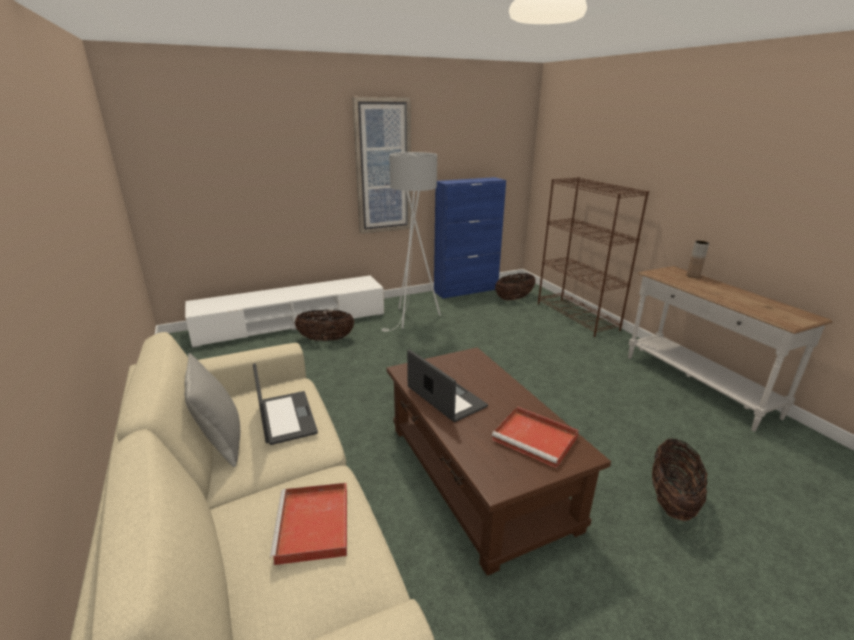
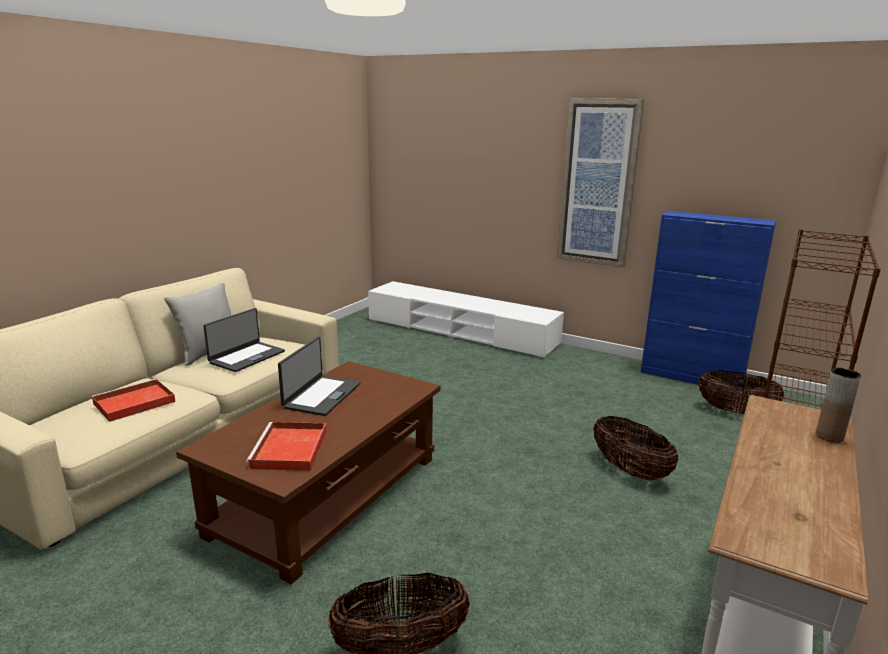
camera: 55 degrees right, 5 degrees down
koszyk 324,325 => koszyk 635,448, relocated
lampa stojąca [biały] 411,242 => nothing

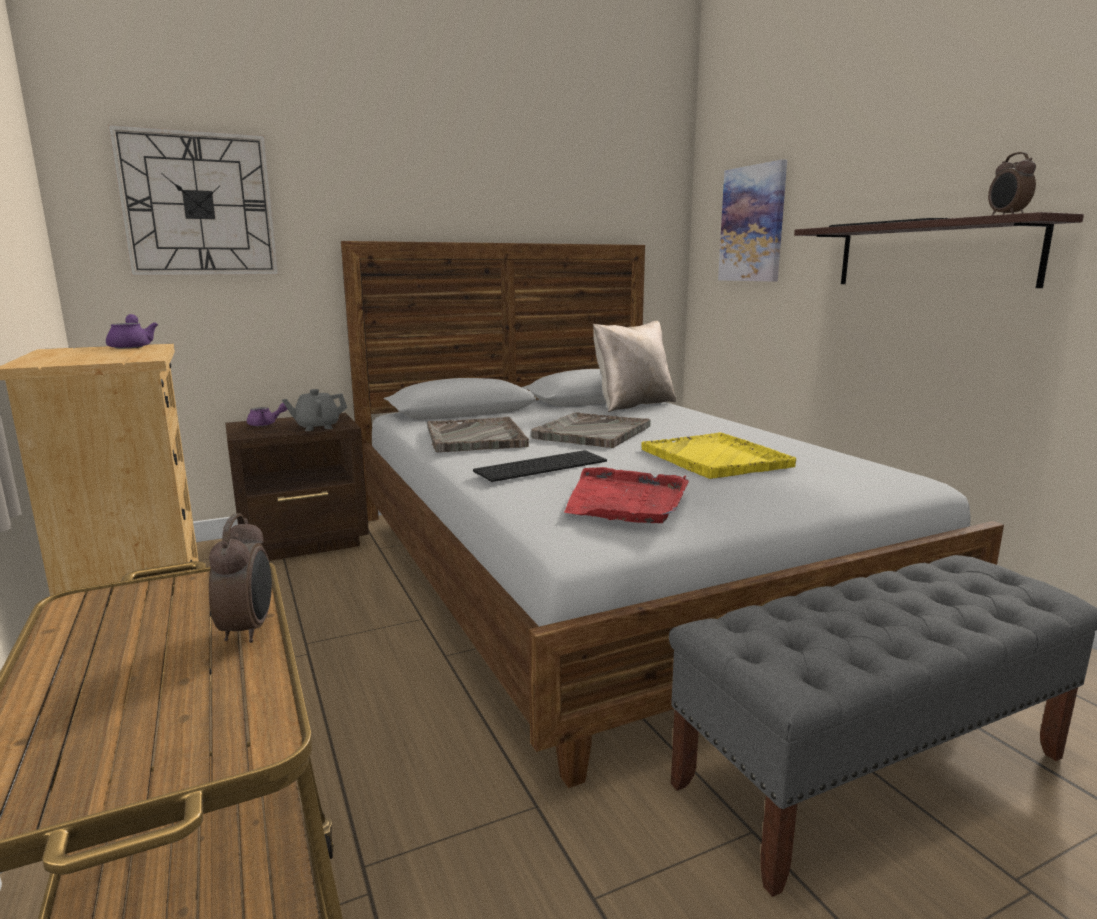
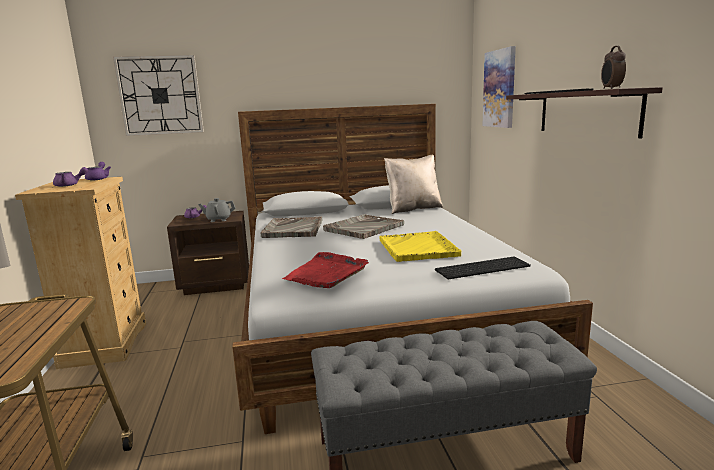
camera: 15 degrees right, 0 degrees up
budzik 240,578 => nothing
klawiatura 540,466 => klawiatura 483,268, relocated
nothing => imbryk [fioletowy] 70,177

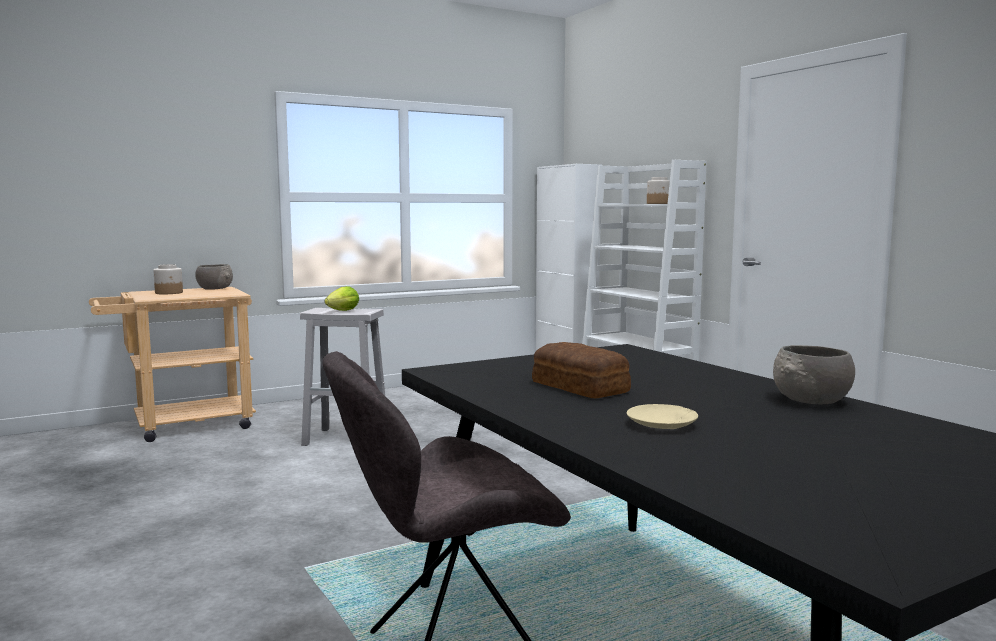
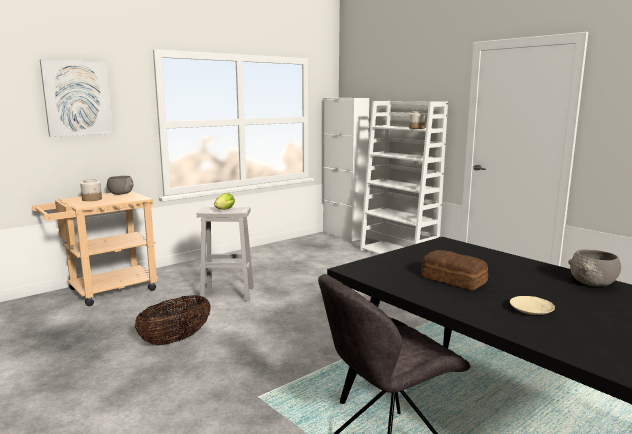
camera: 10 degrees left, 5 degrees up
nothing => obraz 76,98
nothing => koszyk 172,320

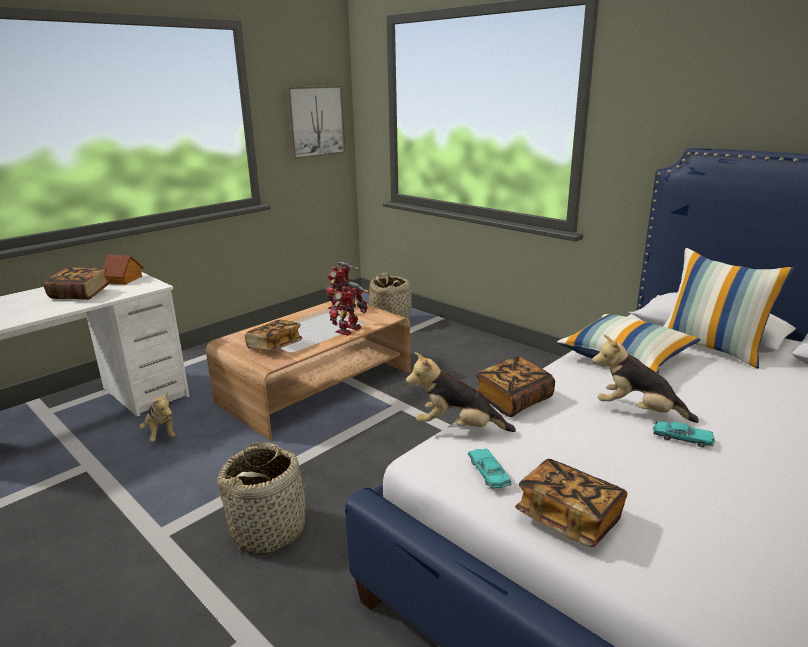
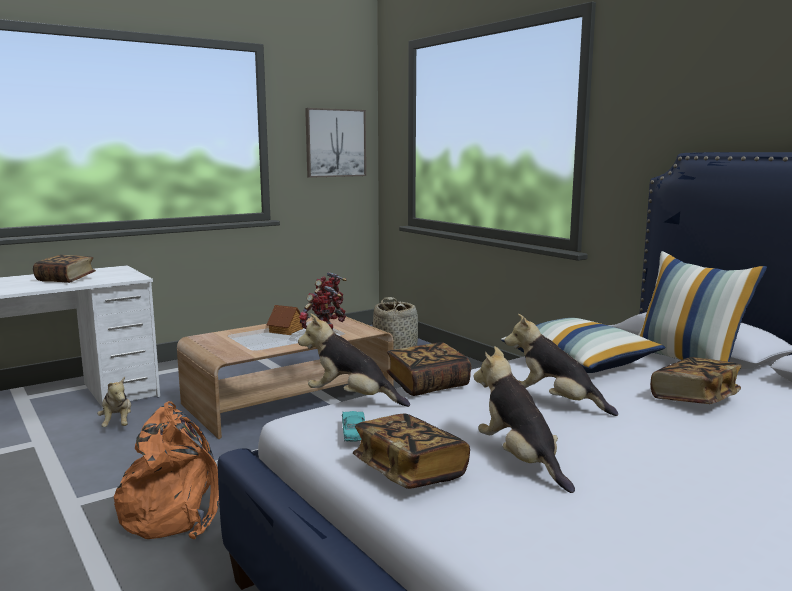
camera: 10 degrees right, 10 degrees down
domek 123,269 => domek 284,320, relocated
koszyk 263,498 => plecak [pomarańczowy] 166,470
książka 273,336 => książka 696,380, relocated
samochodzik [turkusowy] 684,434 => nothing
nothing => pluszak 524,419

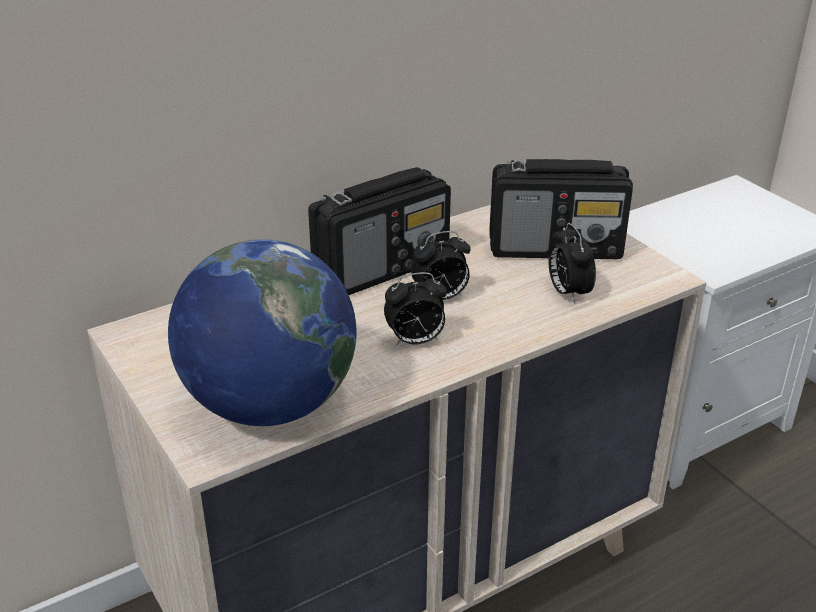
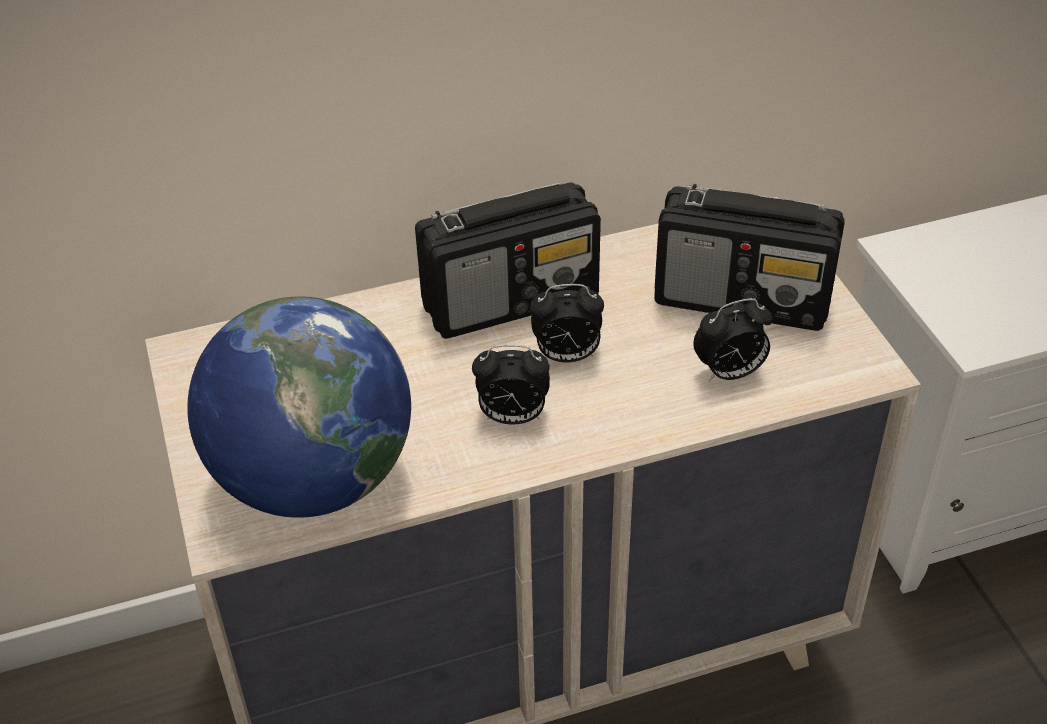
camera: 15 degrees right, 10 degrees up
budzik 572,263 => budzik 732,339, 105 degrees counterclockwise

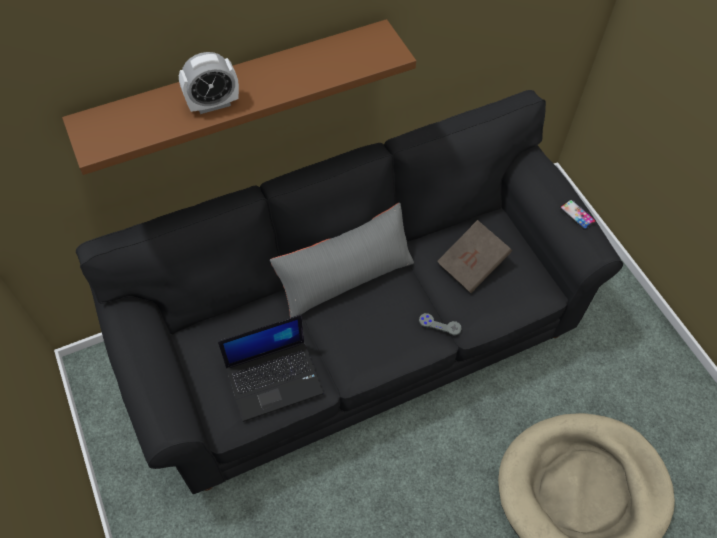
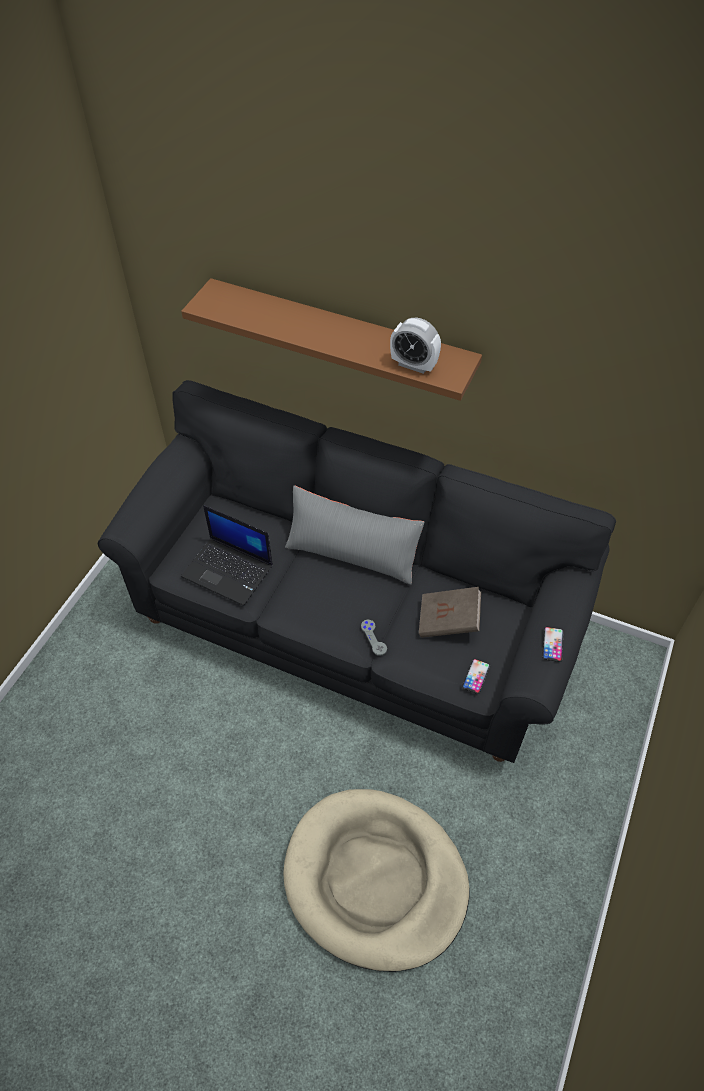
camera: 50 degrees right, 5 degrees down
budzik 209,83 => budzik 415,345, relocated
nothing => telefon 476,676

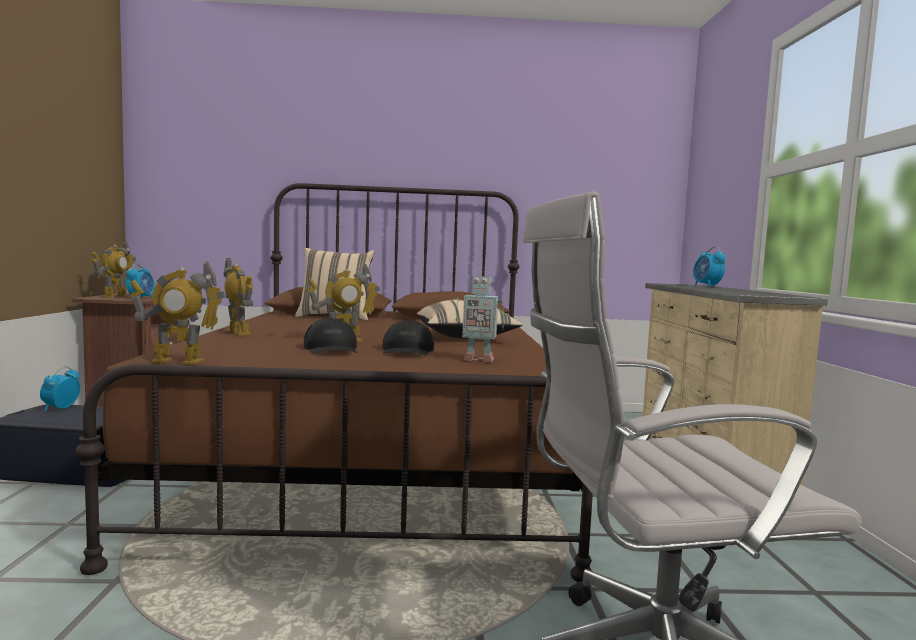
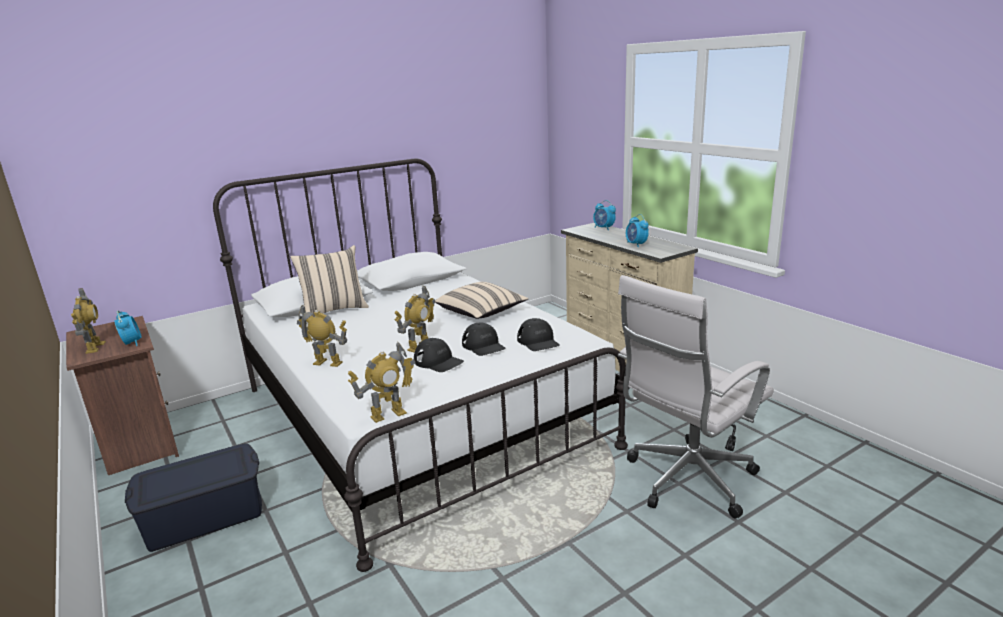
camera: 30 degrees left, 15 degrees up
budzik 60,388 => budzik 637,230, relocated
łóżko [brązowy] 334,382 => łóżko [biały] 421,365
robot zabawkowy 480,319 => czapka z daszkiem [czarny] 538,334

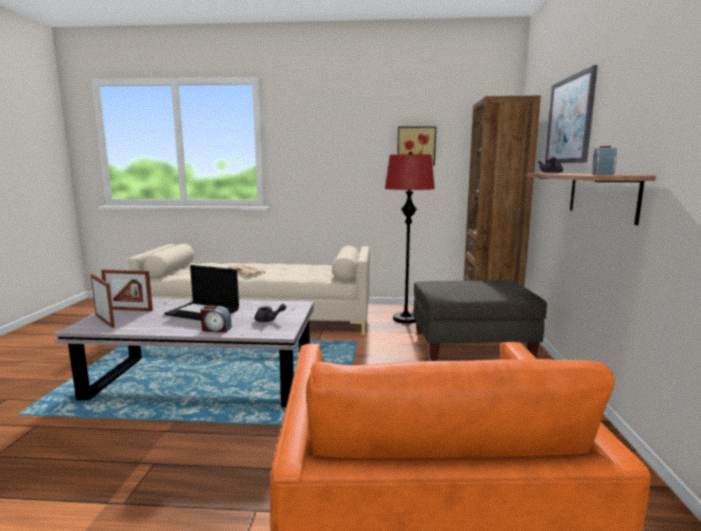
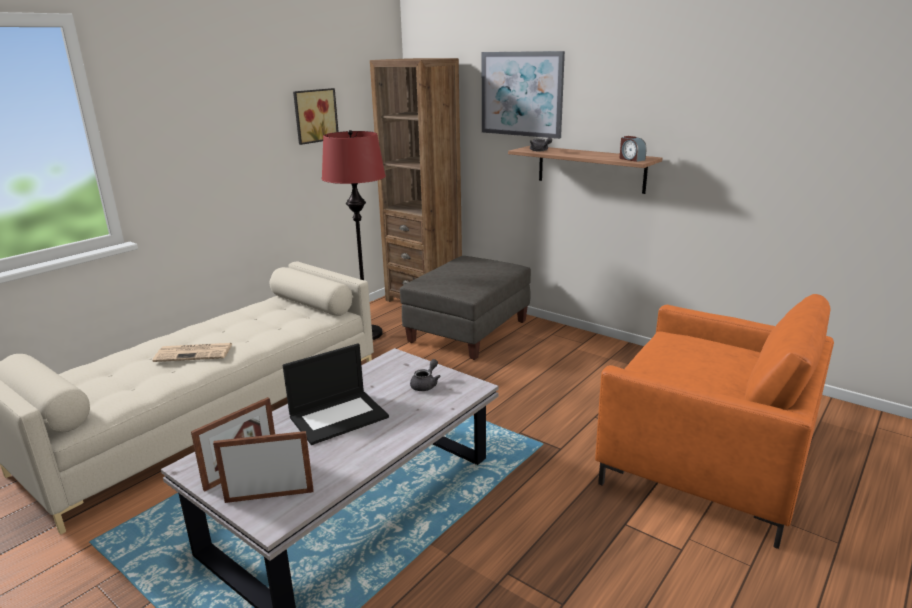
camera: 55 degrees left, 10 degrees up
budzik 216,319 => nothing

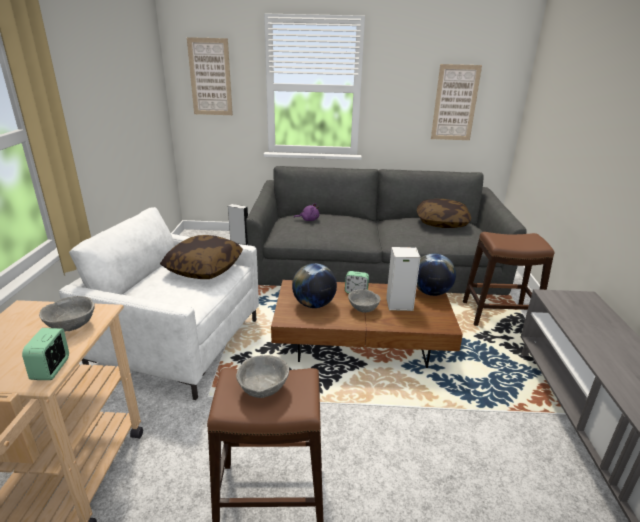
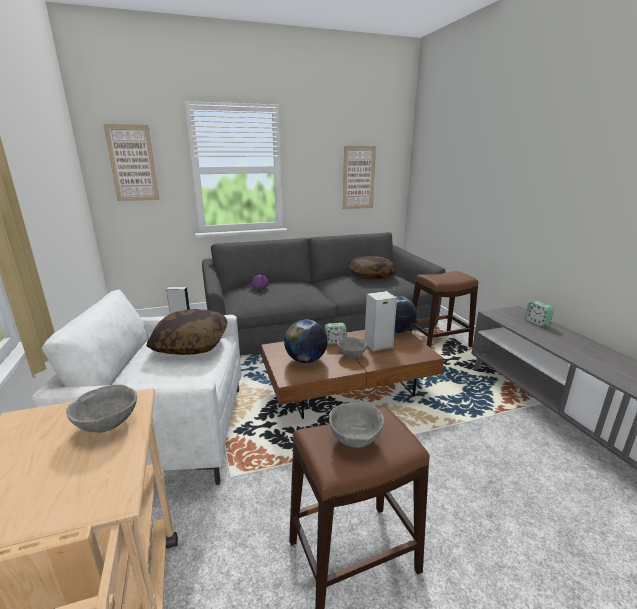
camera: 20 degrees left, 5 degrees down
budzik 45,354 => budzik 539,313, relocated

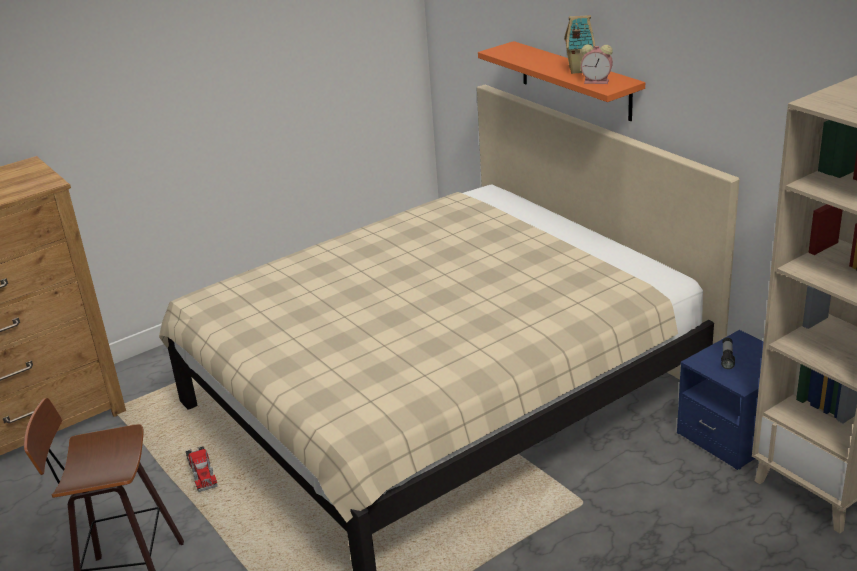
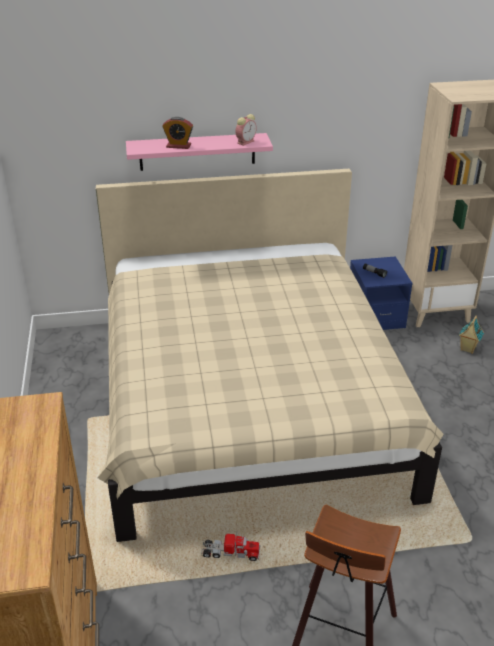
camera: 65 degrees left, 5 degrees up
półka [pomarańczowy] 561,81 => półka [różowy] 199,152
domek 579,44 => domek 471,335, relocated
nothing => budzik 177,133

